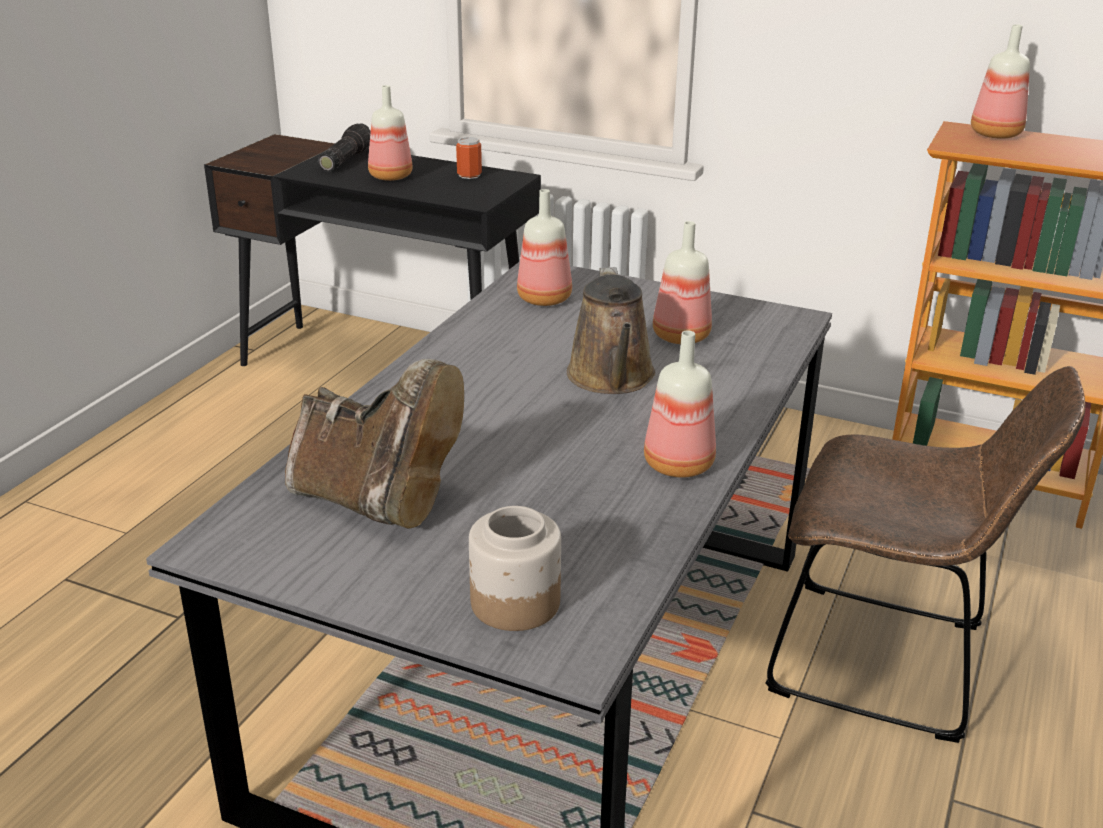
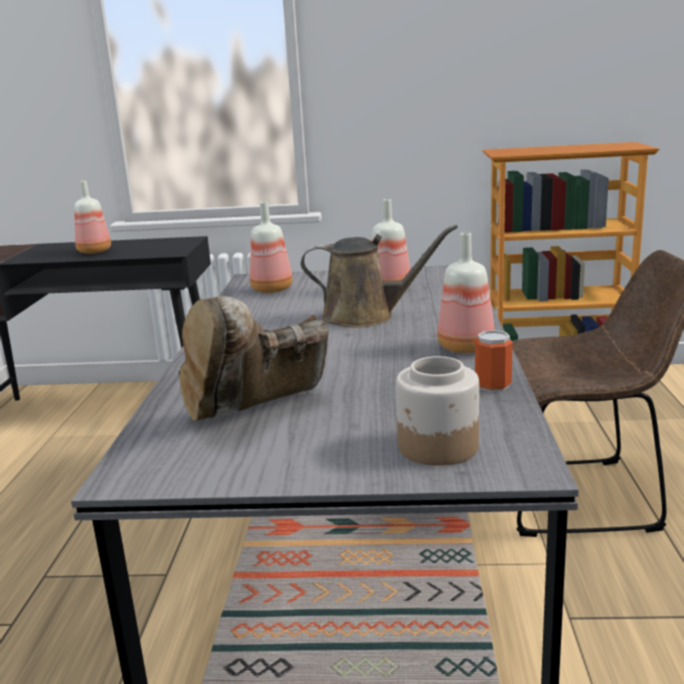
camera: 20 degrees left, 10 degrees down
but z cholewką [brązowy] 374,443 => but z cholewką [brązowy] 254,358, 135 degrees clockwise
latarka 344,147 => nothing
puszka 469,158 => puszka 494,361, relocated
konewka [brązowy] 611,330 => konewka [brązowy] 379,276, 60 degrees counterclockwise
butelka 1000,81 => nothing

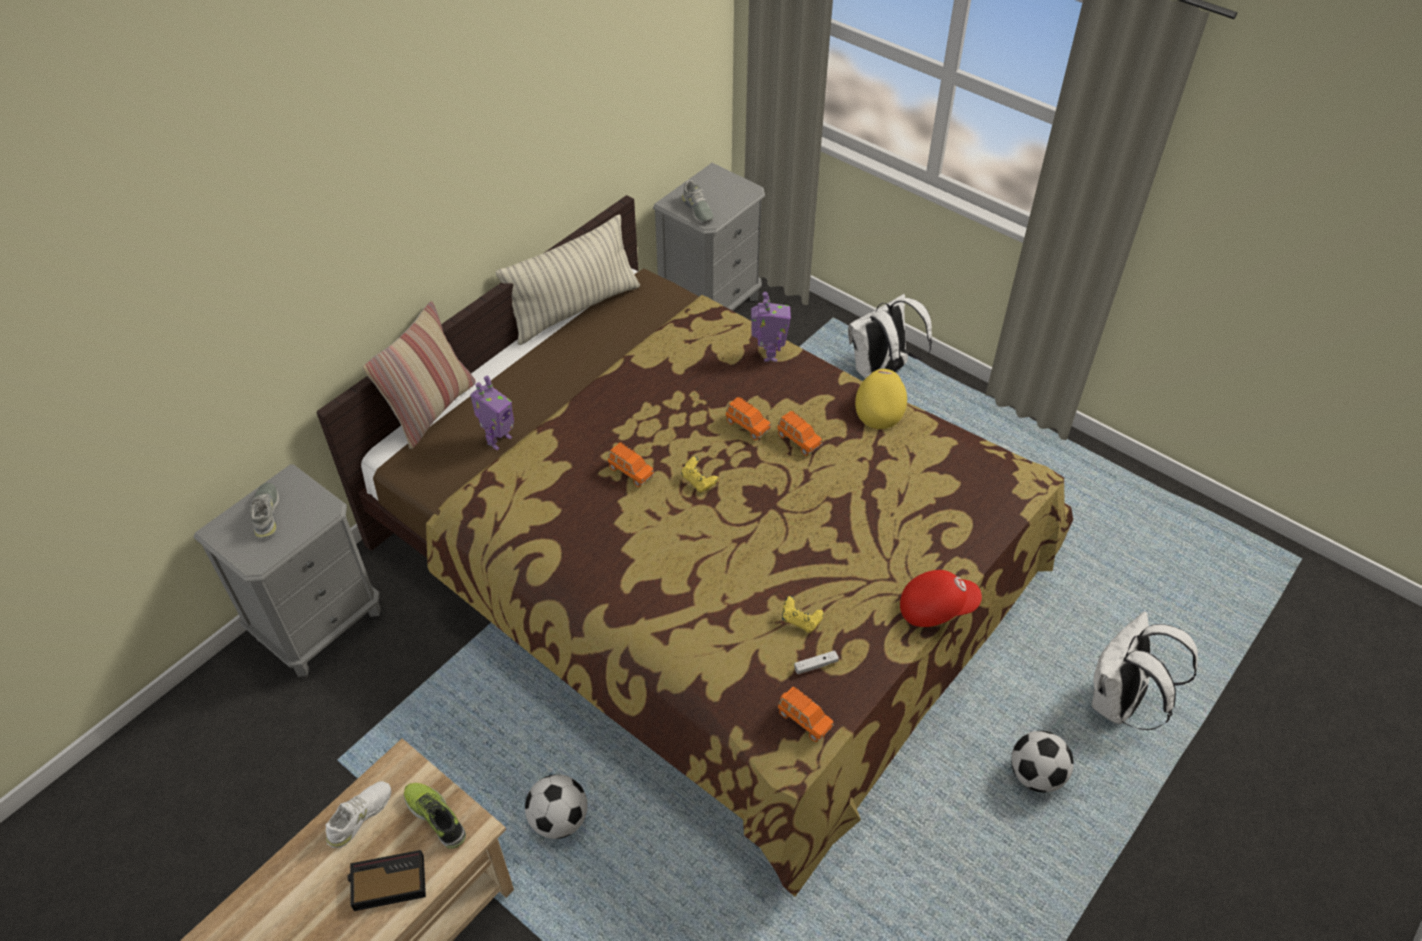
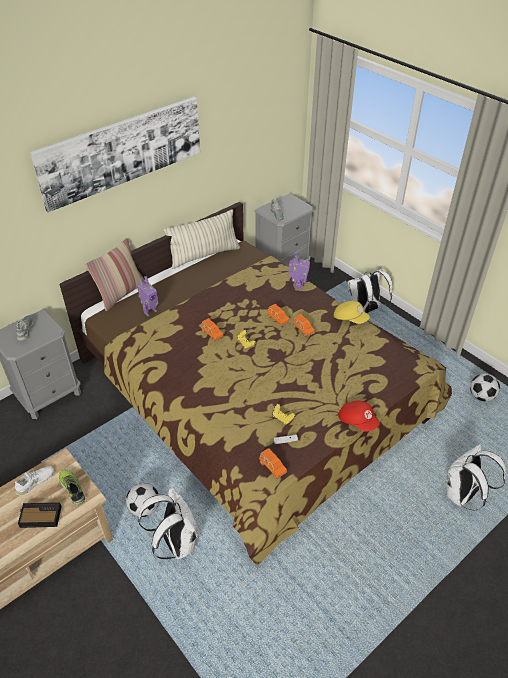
camera: 10 degrees right, 5 degrees down
czapka z daszkiem [żółty] 881,399 => czapka z daszkiem [żółty] 352,312, 105 degrees clockwise
czapka z daszkiem [czerwony] 941,598 => czapka z daszkiem [czerwony] 359,416, 45 degrees clockwise
piłka futbolowa 1042,761 => piłka futbolowa 485,387, relocated
nothing => obraz 115,155
nothing => plecak [biały] 169,523

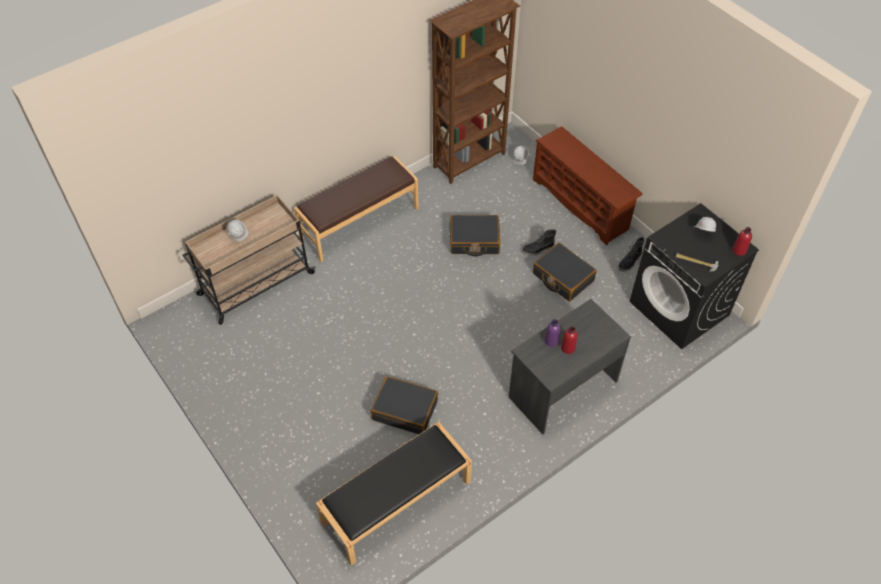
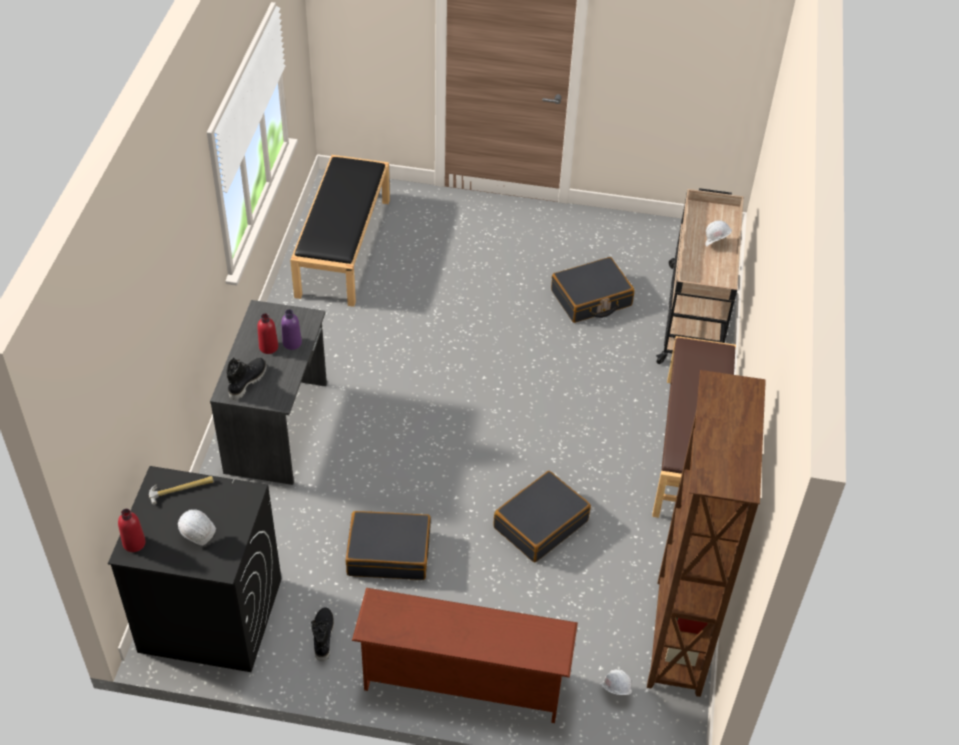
camera: 135 degrees right, 5 degrees down
walizka [czarny] 404,405 => walizka [czarny] 592,290, relocated
but z cholewką [czarny] 539,242 => but z cholewką [czarny] 246,378, relocated

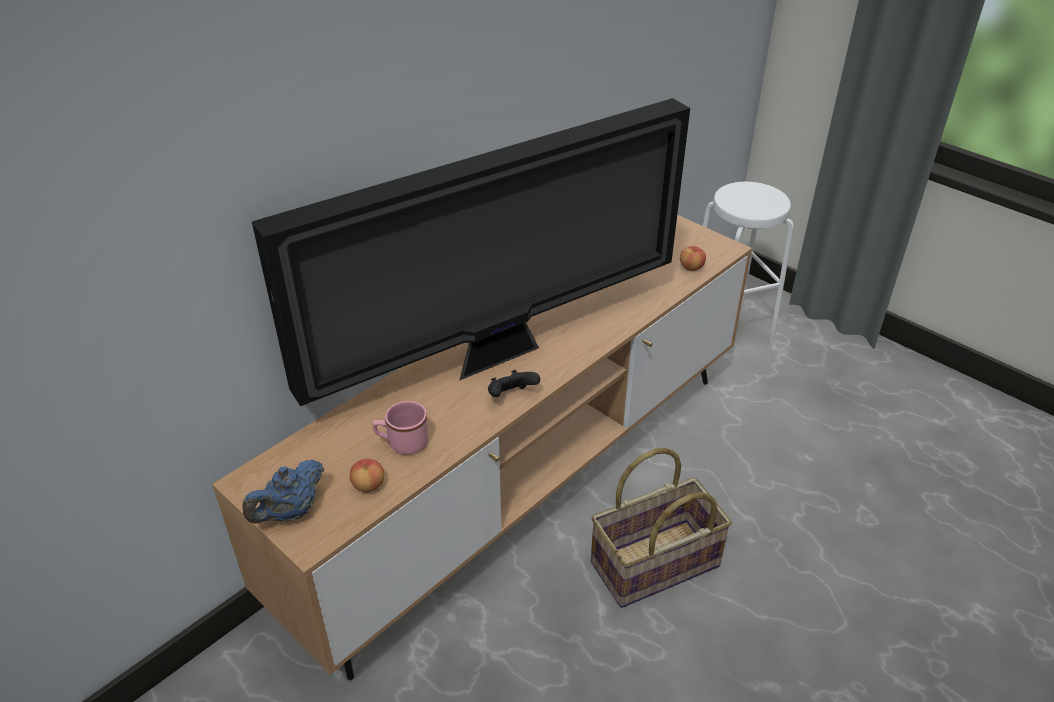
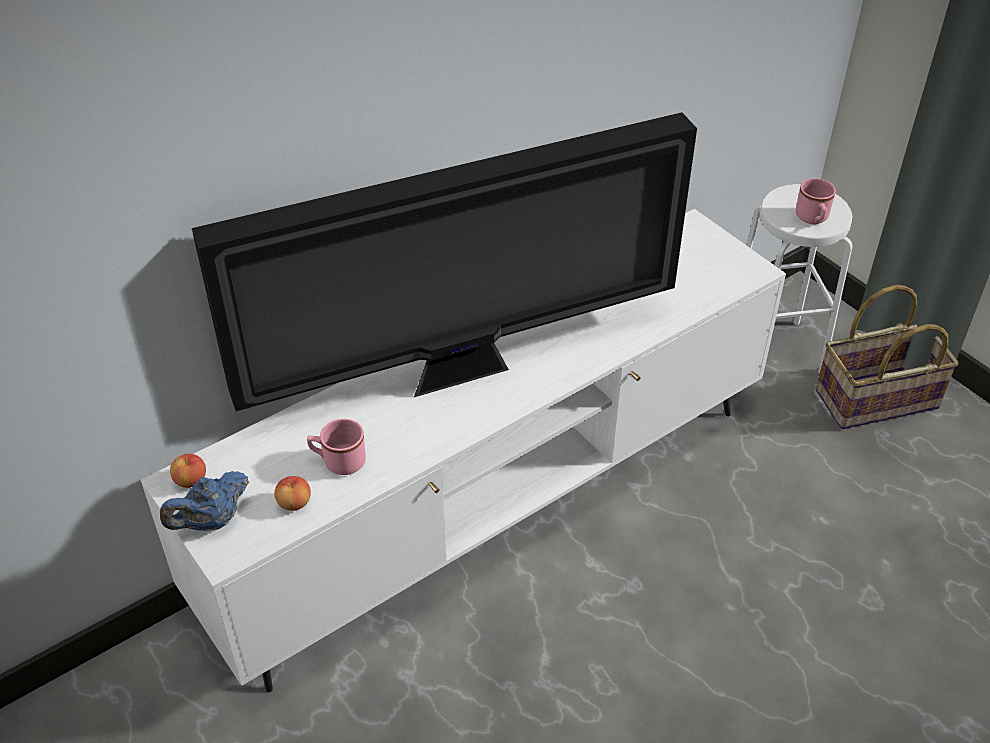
camera: 10 degrees right, 5 degrees up
szafka pod telewizor [brązowy] 482,447 => szafka pod telewizor [biały] 463,450
pad do gier [czarny] 514,383 => nothing
koszyk 661,528 => koszyk 887,357, relocated
jabłko 693,258 => jabłko 188,471, relocated
nothing => kubek [różowy] 816,201

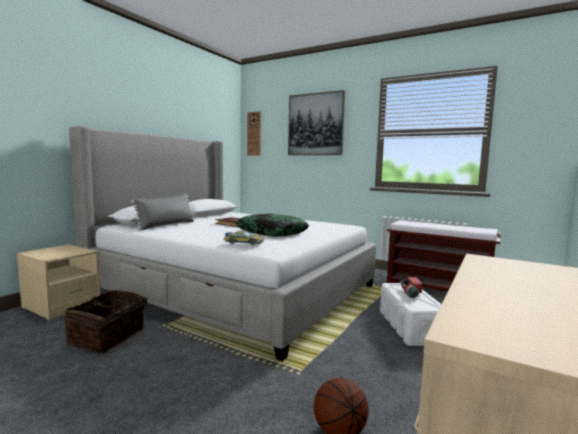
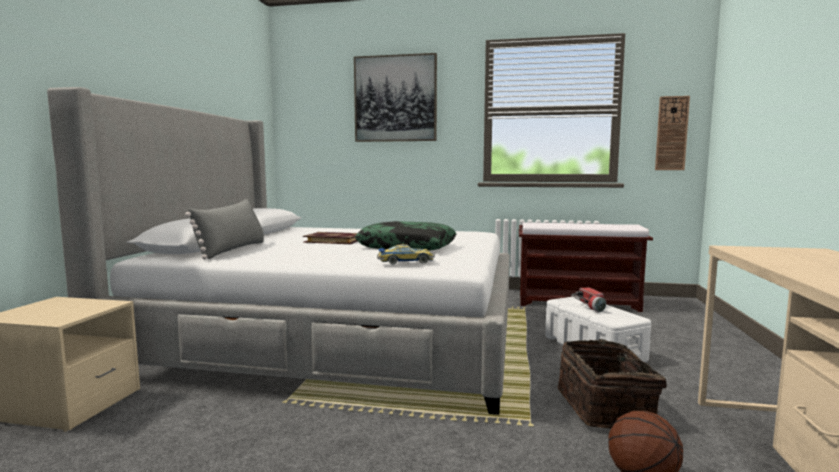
camera: 20 degrees left, 0 degrees up
koszyk 109,322 => koszyk 612,383, relocated
zegar ścienny 254,133 => zegar ścienny 672,133, relocated

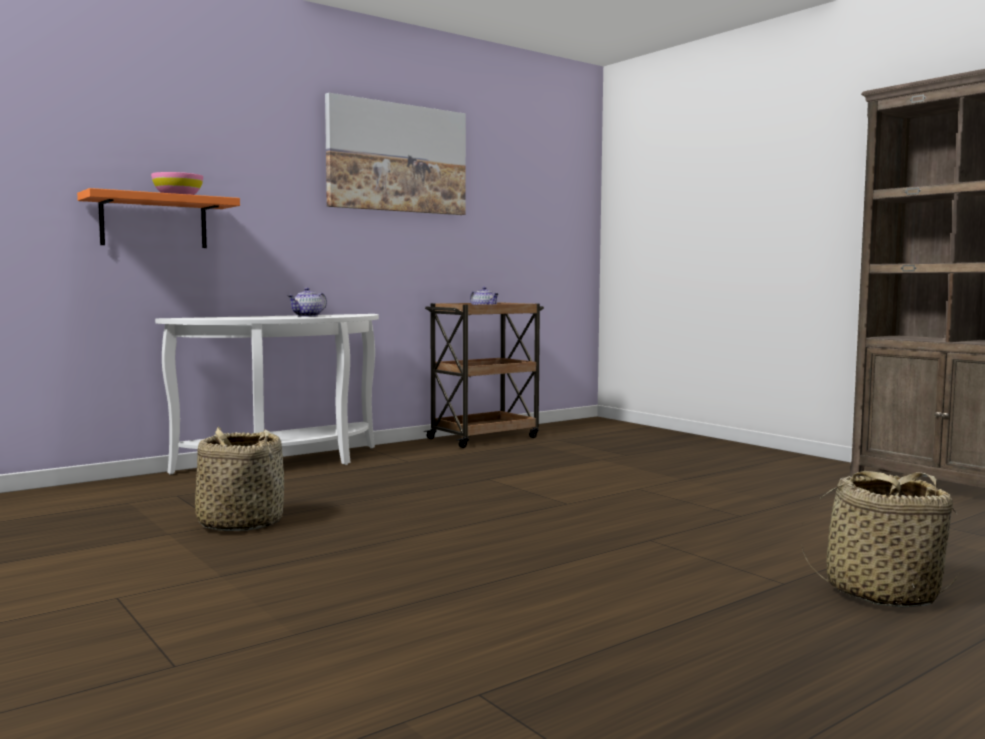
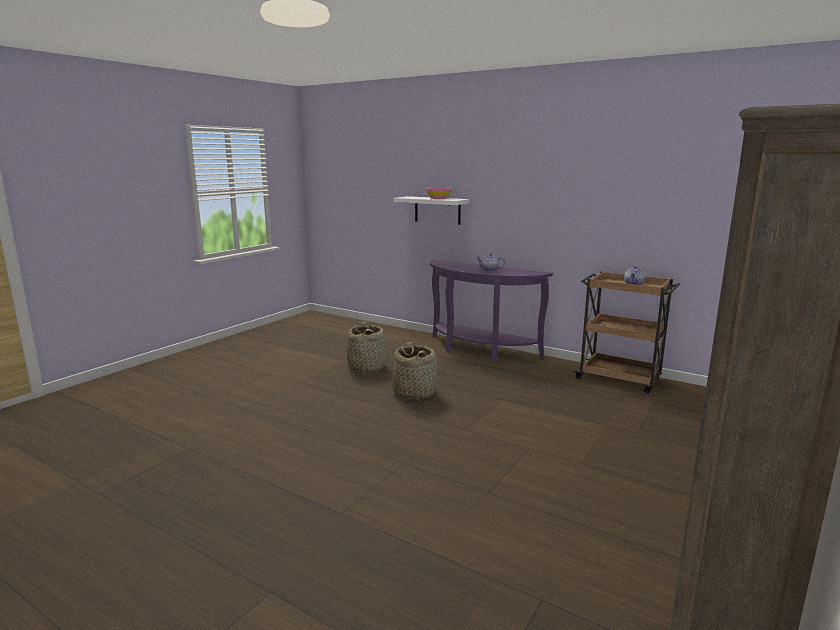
camera: 70 degrees right, 10 degrees up
półka [pomarańczowy] 158,218 => półka [biały] 431,210
stolik konsolowy [biały] 267,394 => stolik konsolowy [fioletowy] 491,310
obraz 395,154 => nothing
koszyk 880,539 => koszyk 414,371, relocated

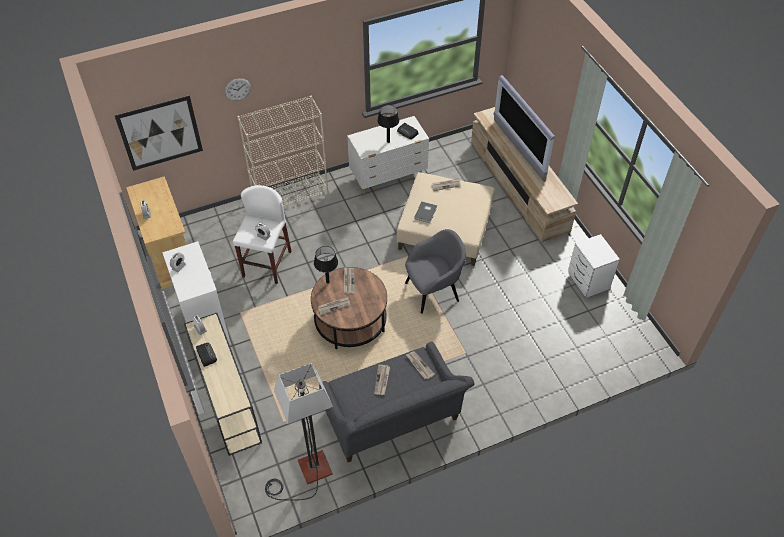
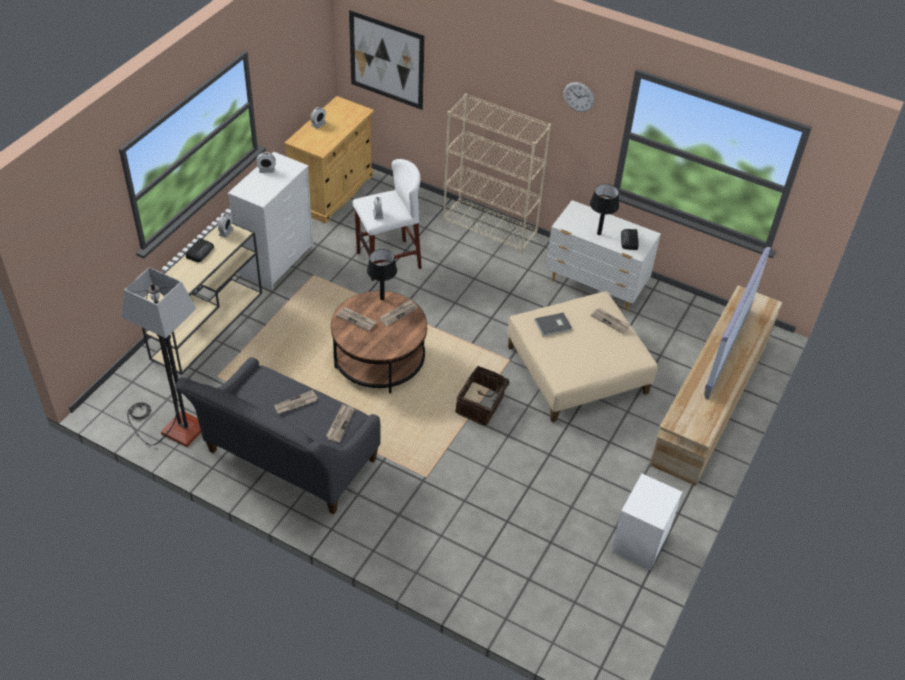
camera: 50 degrees right, 5 degrees down
zegar ścienny 238,89 => zegar ścienny 579,97, relocated
fotel [szary] 435,271 => koszyk 483,396

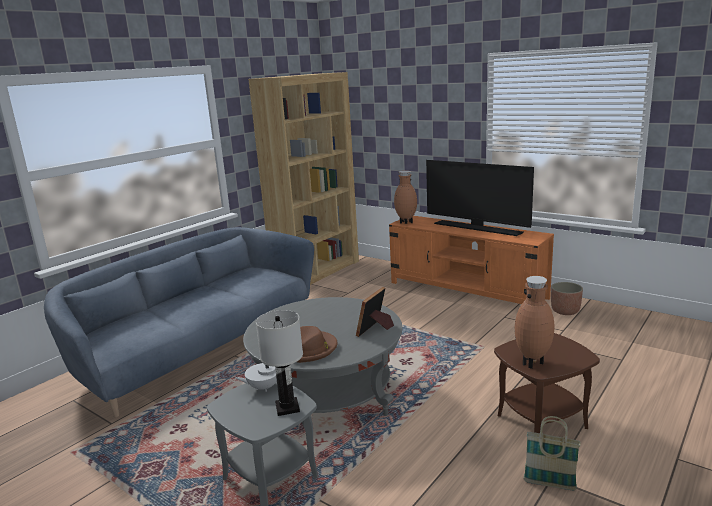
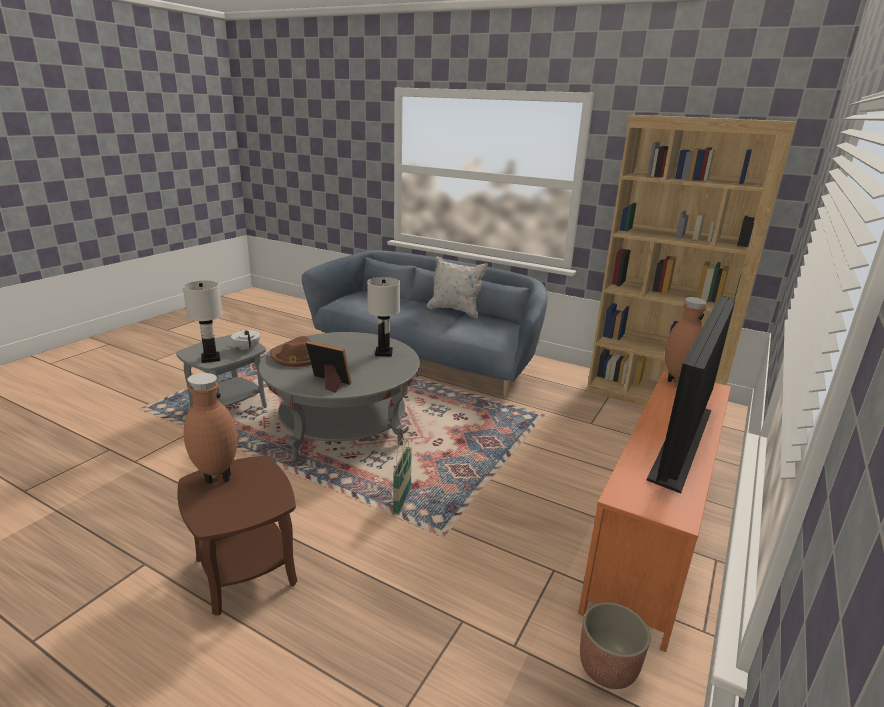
camera: 80 degrees right, 5 degrees up
koszyk 552,453 => koszyk 402,477, relocated
nothing => lampa stołowa [biały] 383,316
nothing => poduszka [biały] 457,287

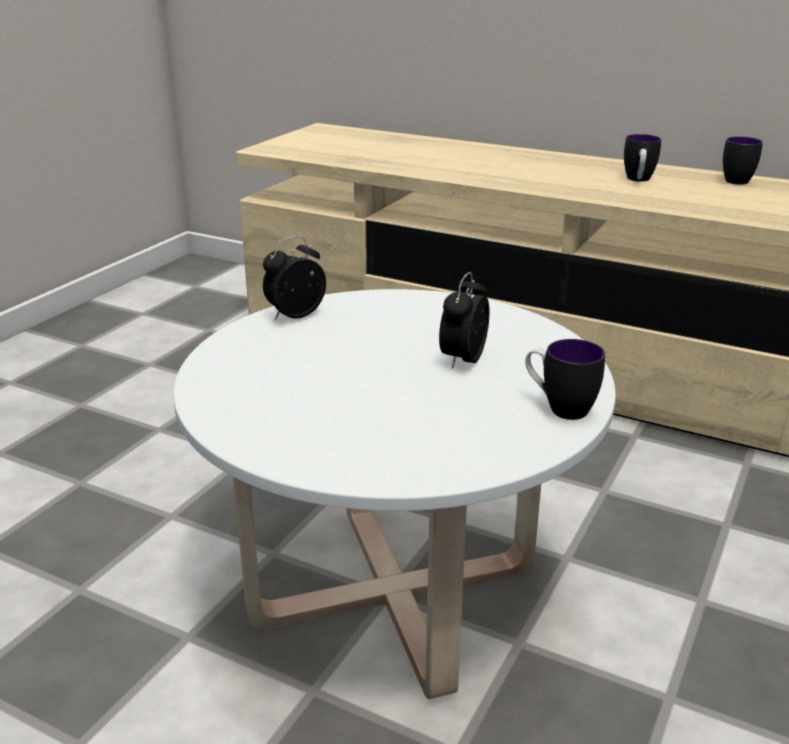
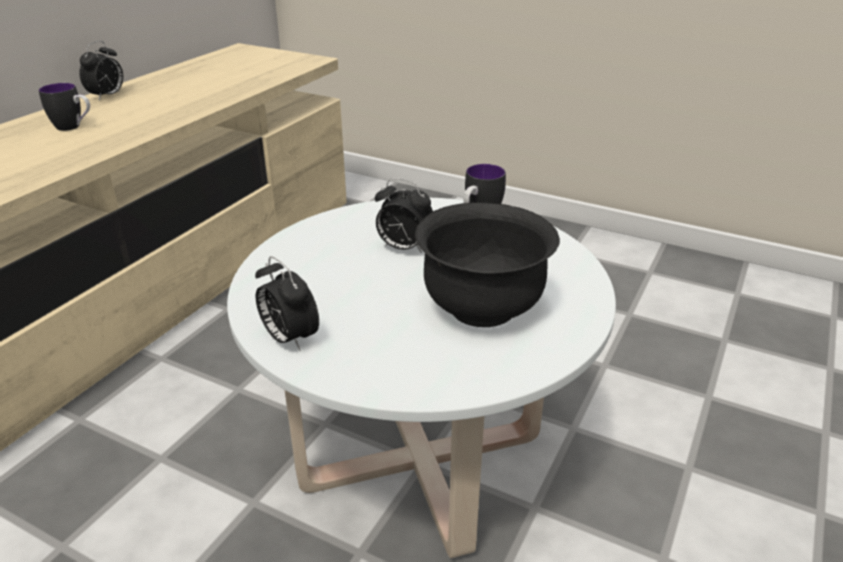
camera: 90 degrees left, 5 degrees up
kubek 743,161 => budzik 101,70
nothing => miska [czarny] 487,265

